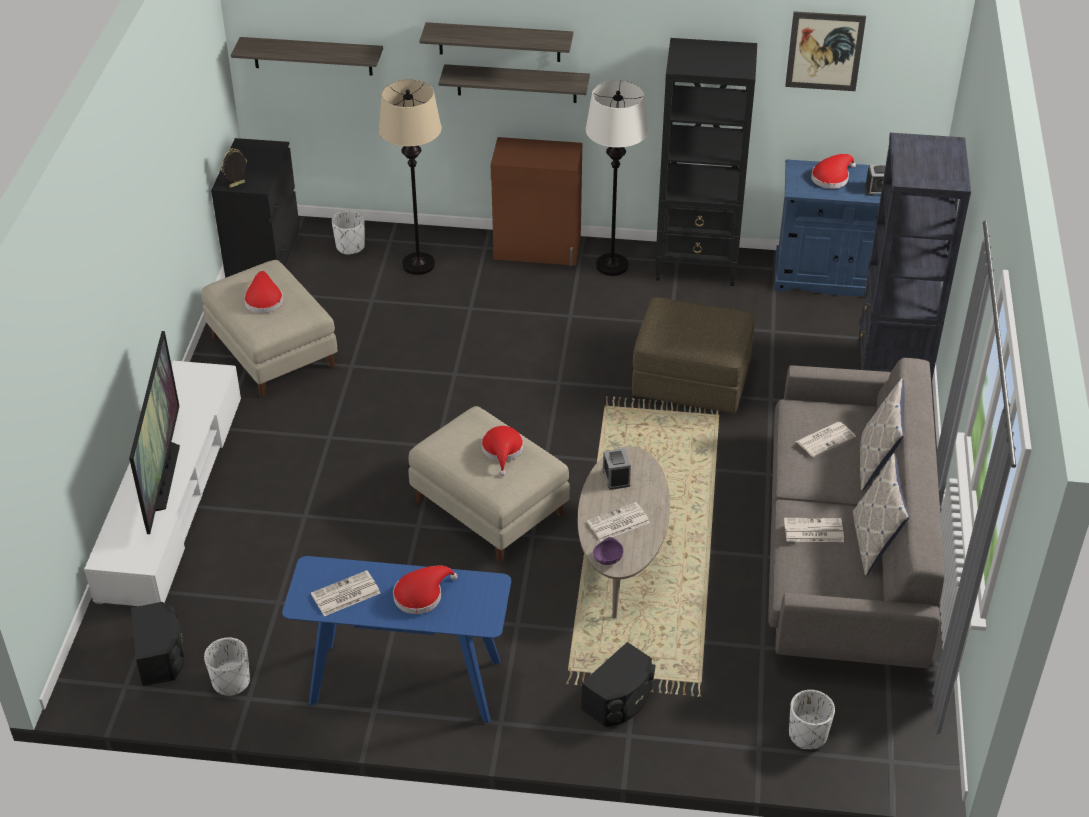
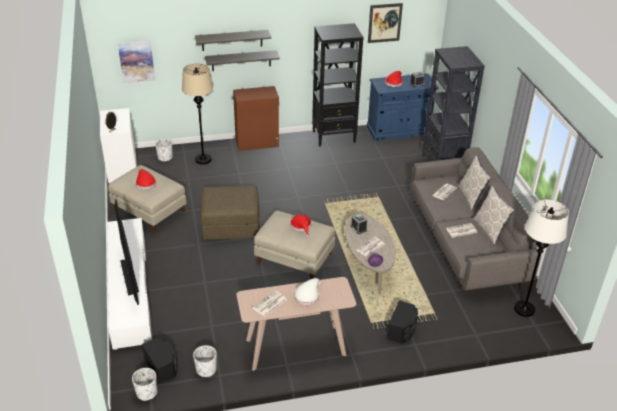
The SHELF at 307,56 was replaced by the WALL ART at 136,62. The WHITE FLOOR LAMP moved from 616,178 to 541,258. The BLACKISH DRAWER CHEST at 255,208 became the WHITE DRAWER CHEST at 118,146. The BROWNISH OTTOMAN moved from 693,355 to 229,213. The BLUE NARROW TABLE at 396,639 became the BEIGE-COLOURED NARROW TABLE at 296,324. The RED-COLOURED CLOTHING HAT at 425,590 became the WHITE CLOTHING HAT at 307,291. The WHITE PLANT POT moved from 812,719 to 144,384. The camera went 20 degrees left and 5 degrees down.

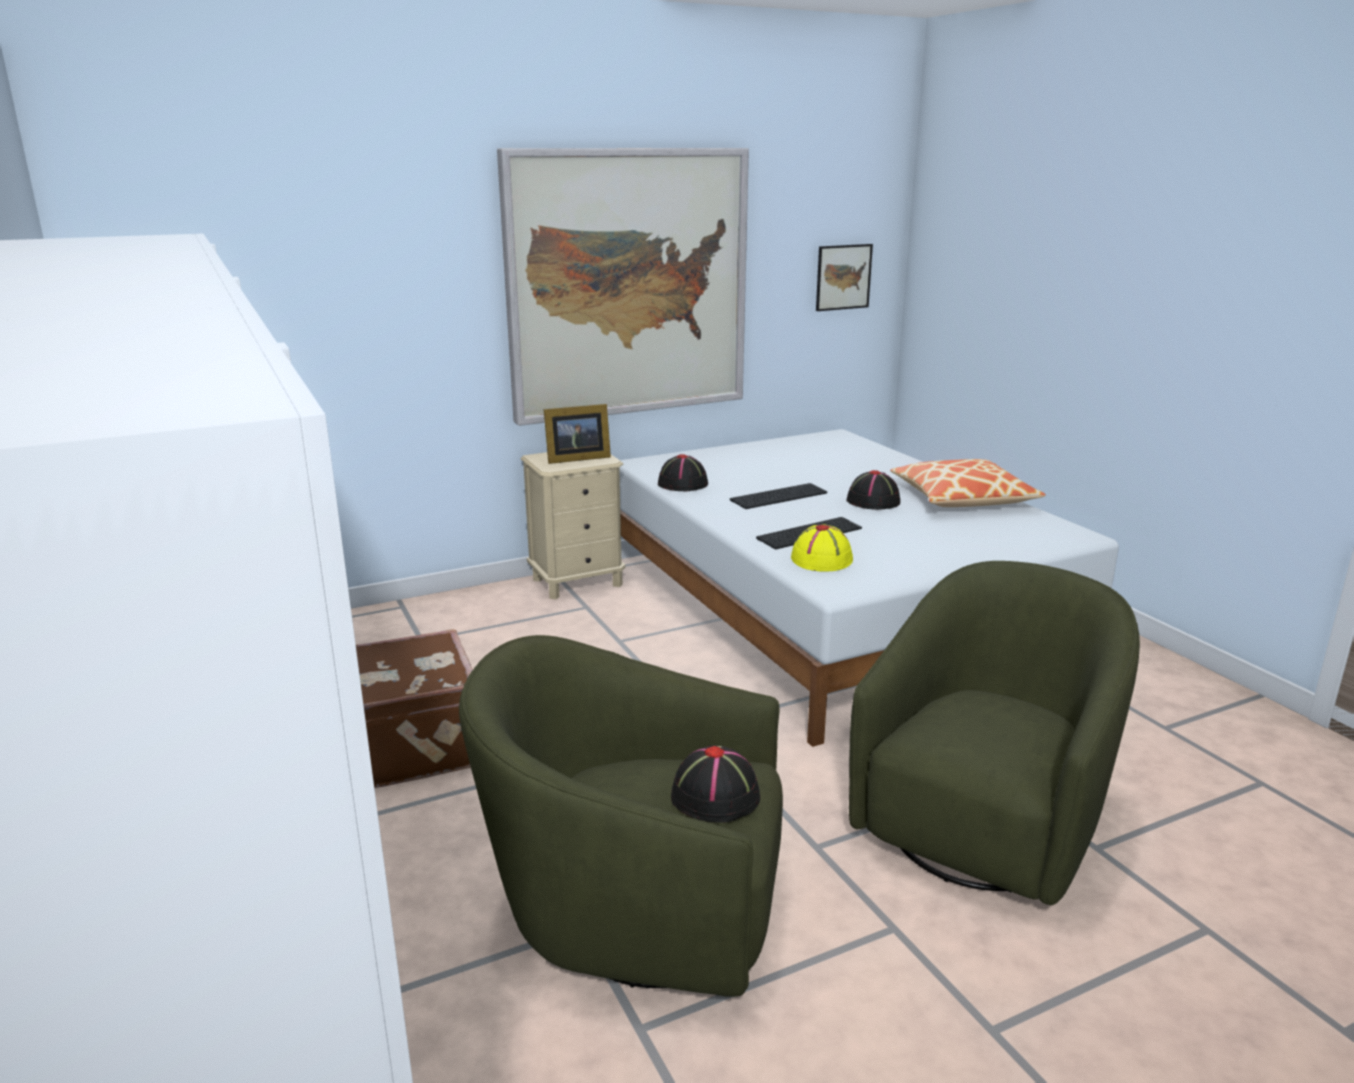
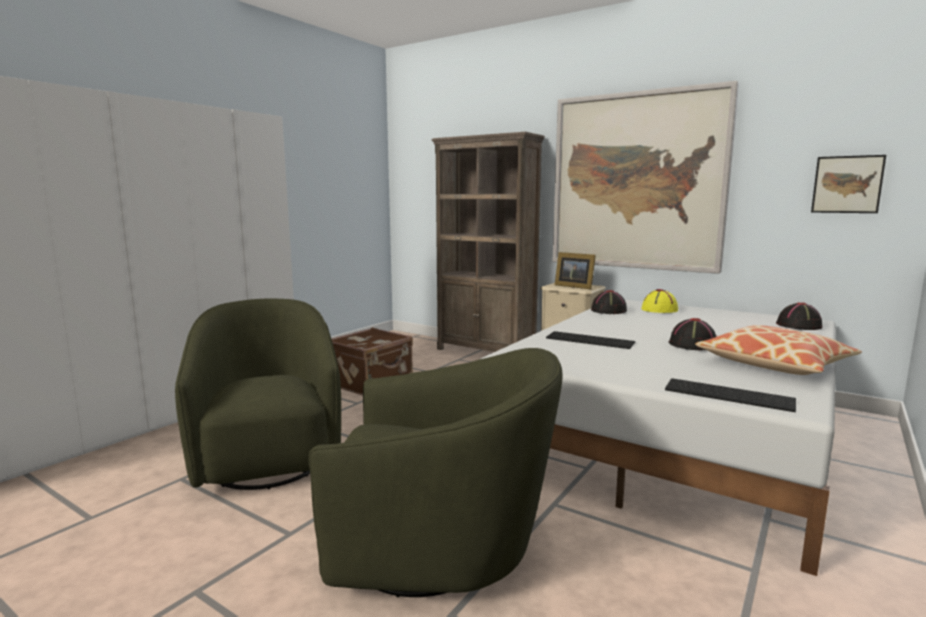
The COMPUTER KEYBOARD moved from 778,496 to 730,395. The YELLOW-COLOURED CLOTHING HAT moved from 822,548 to 659,301. The BLACKISH CLOTHING HAT moved from 715,784 to 799,316. The BROWNISH BOOKSHELF at 488,242 appeared. The camera went 60 degrees right and 10 degrees down.

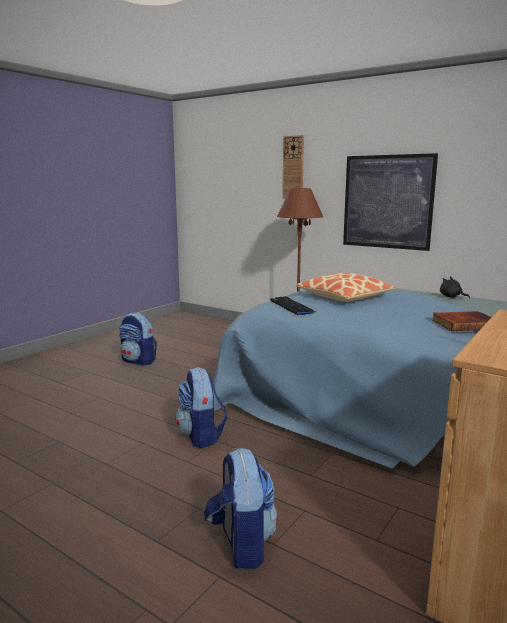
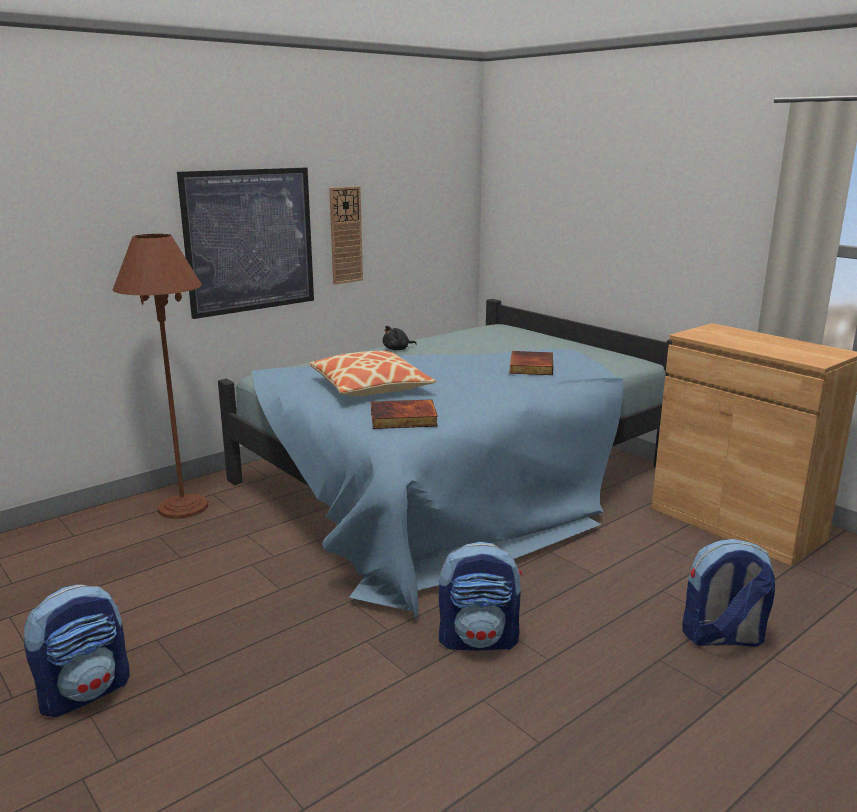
The WALL CLOCK moved from 293,167 to 346,235. The COMPUTER KEYBOARD at 292,305 was replaced by the BOUND BOOK at 404,414. The camera went 75 degrees left and 5 degrees up.

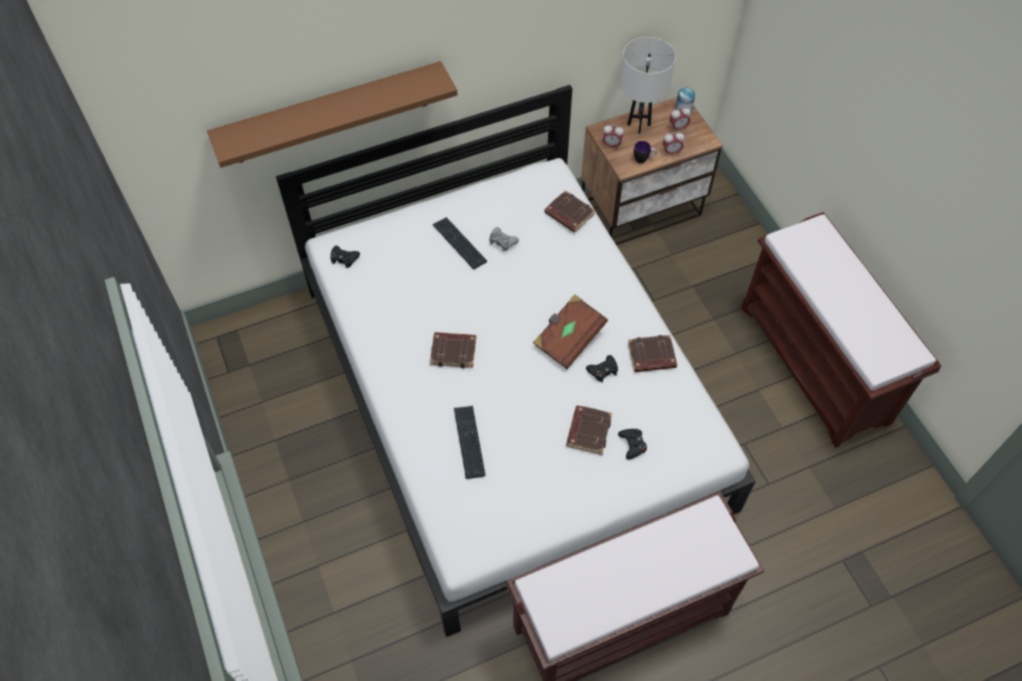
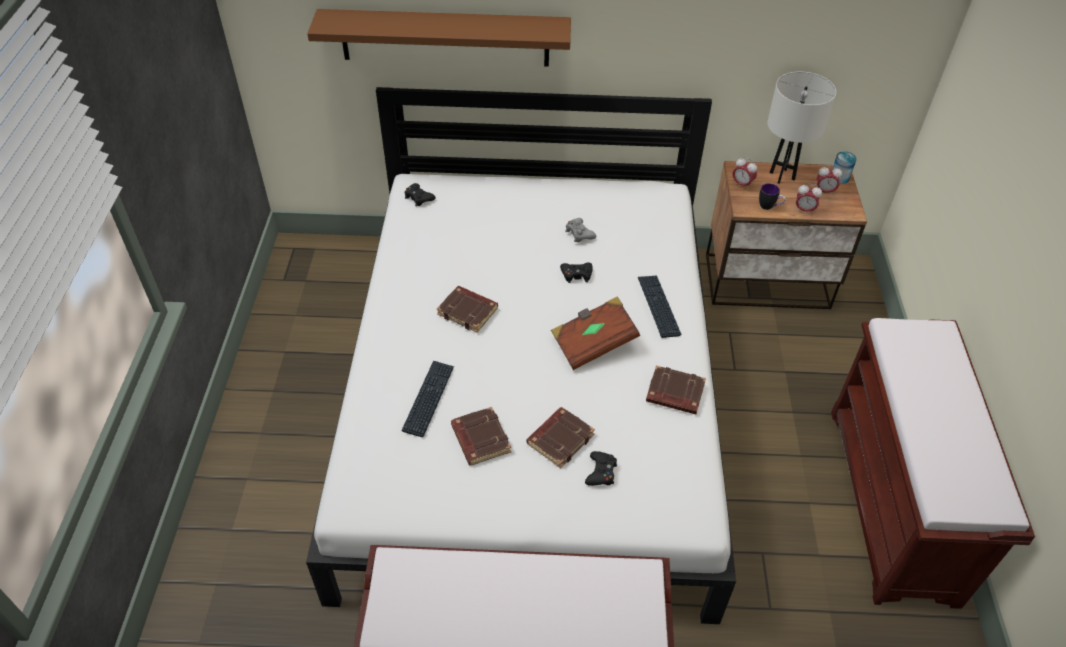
The BROWNISH BOUND BOOK moved from 570,211 to 481,436. The COMPUTER KEYBOARD moved from 459,243 to 660,306. The BLACKISH JOYPAD moved from 602,368 to 576,273. The camera went 25 degrees right and 10 degrees down.

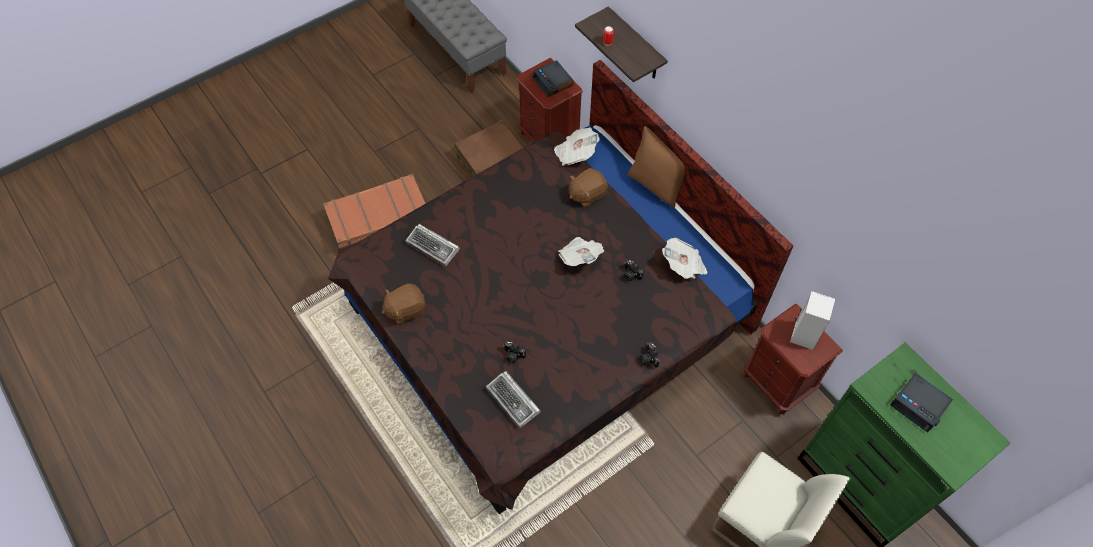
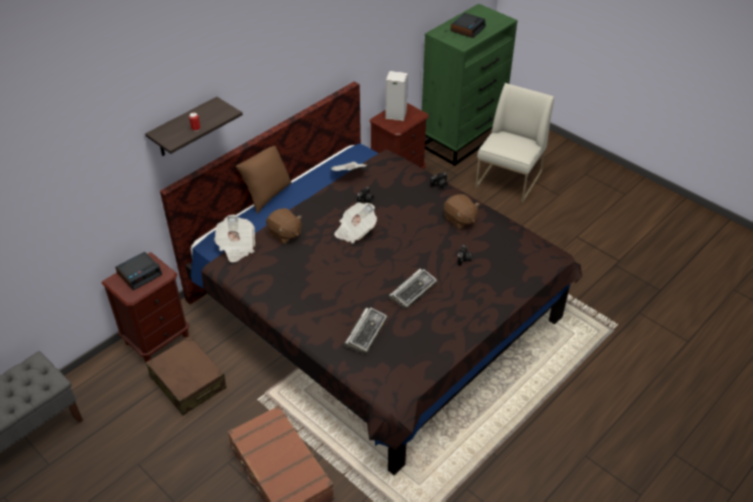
The BROWNISH PLUSH TOY moved from 404,304 to 462,211. The COMPUTER KEYBOARD moved from 513,399 to 413,289. The camera went 100 degrees left and 15 degrees down.

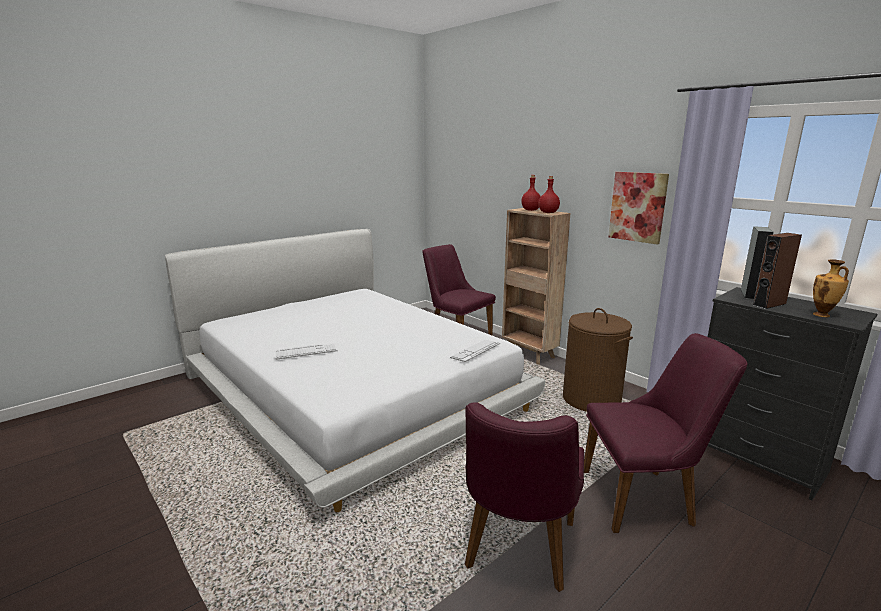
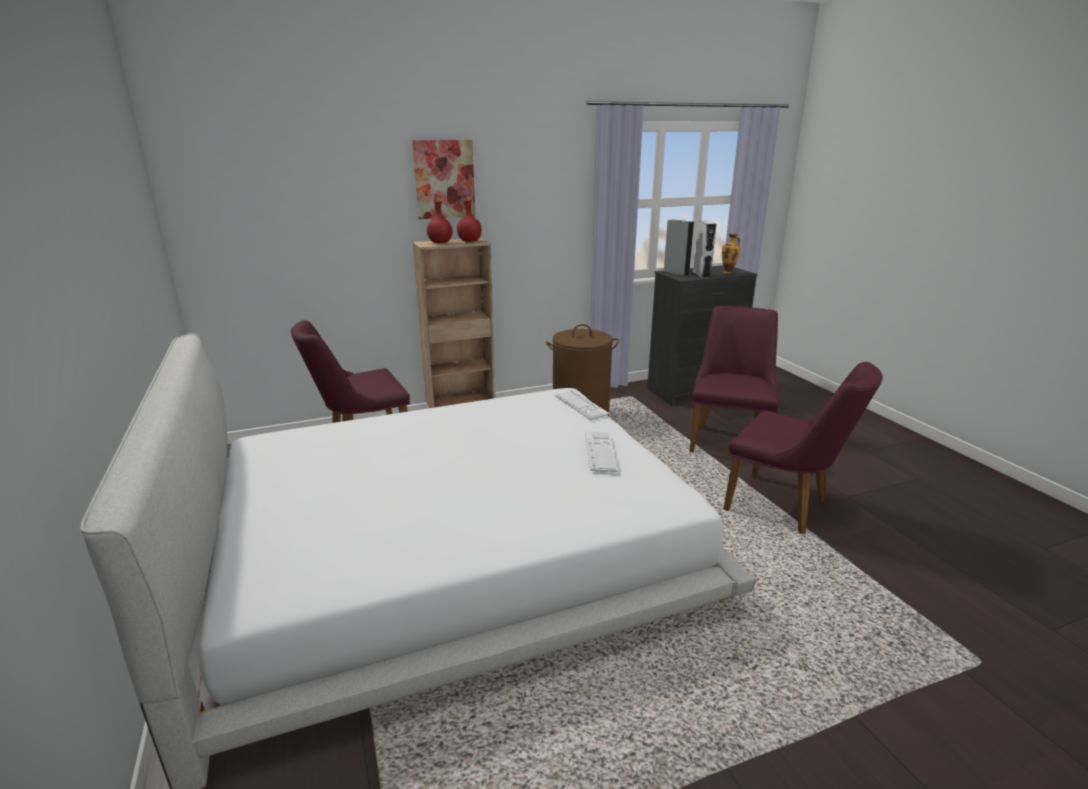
The WALL ART moved from 638,208 to 444,179. The BROWNISH SPEAKER at 777,271 became the GREYISH SPEAKER at 704,249. The COMPUTER KEYBOARD moved from 306,351 to 601,451. The camera went 70 degrees left and 5 degrees up.

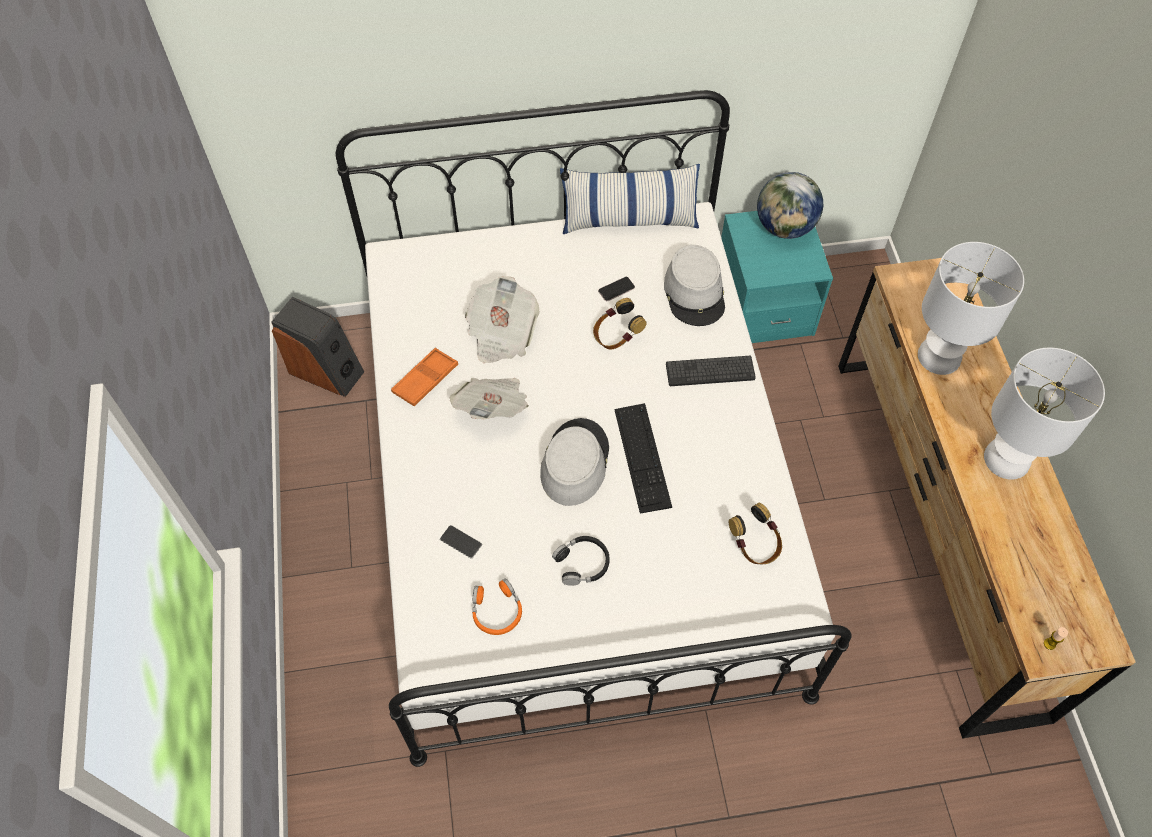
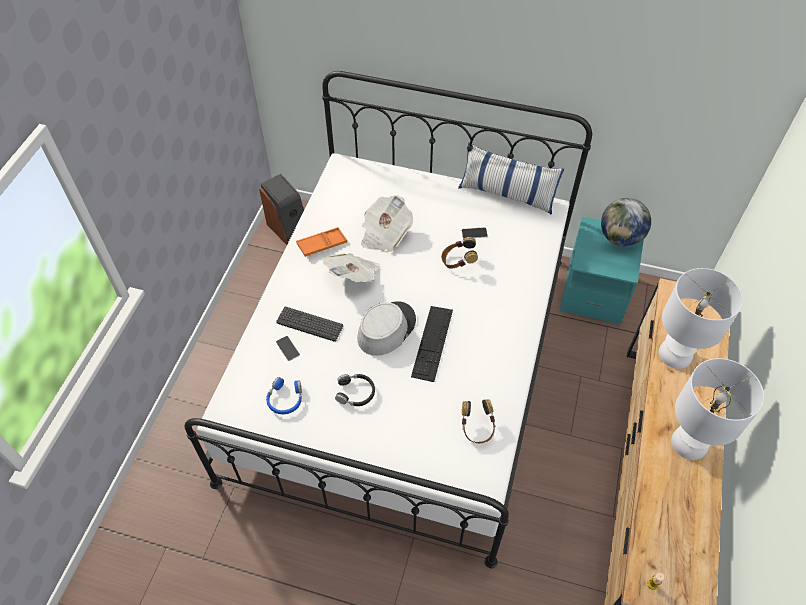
The GREYISH CLOTHING HAT at 694,285 disappeared. The COMPUTER KEYBOARD moved from 711,371 to 309,324. The ORANGE-COLOURED HEADPHONES at 497,606 became the BLUE HEADPHONES at 284,395. The camera went 25 degrees right and 5 degrees down.

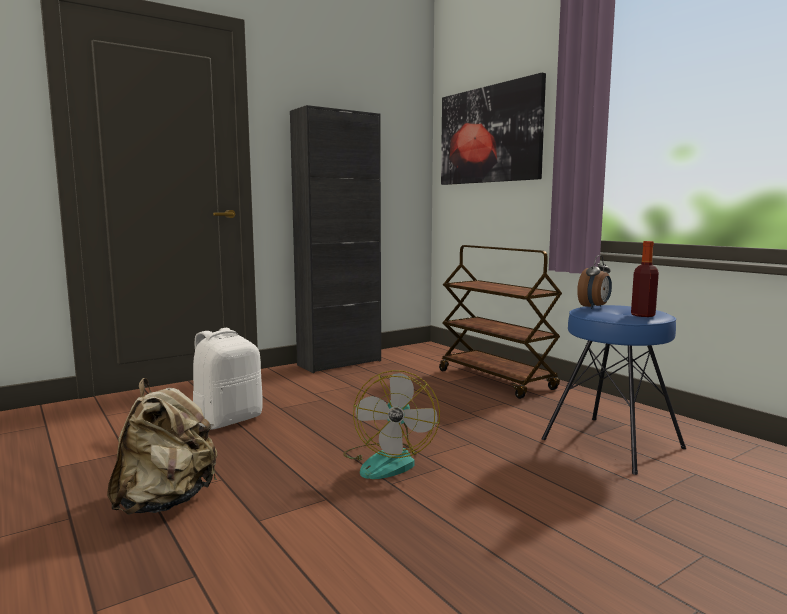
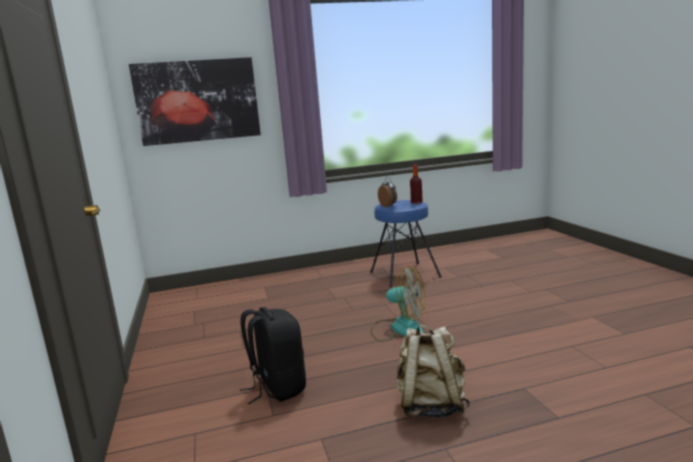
The BLACKISH CABINET at 335,239 disappeared. The BROWNISH CART at 500,322 disappeared. The WHITE BACKPACK at 228,378 became the BLACKISH BACKPACK at 273,355. The camera went 70 degrees left and 5 degrees up.

